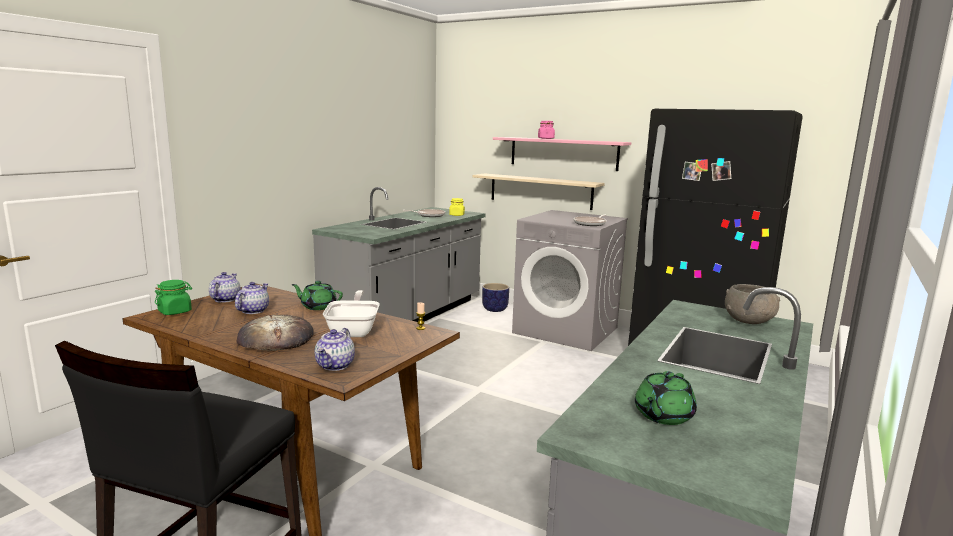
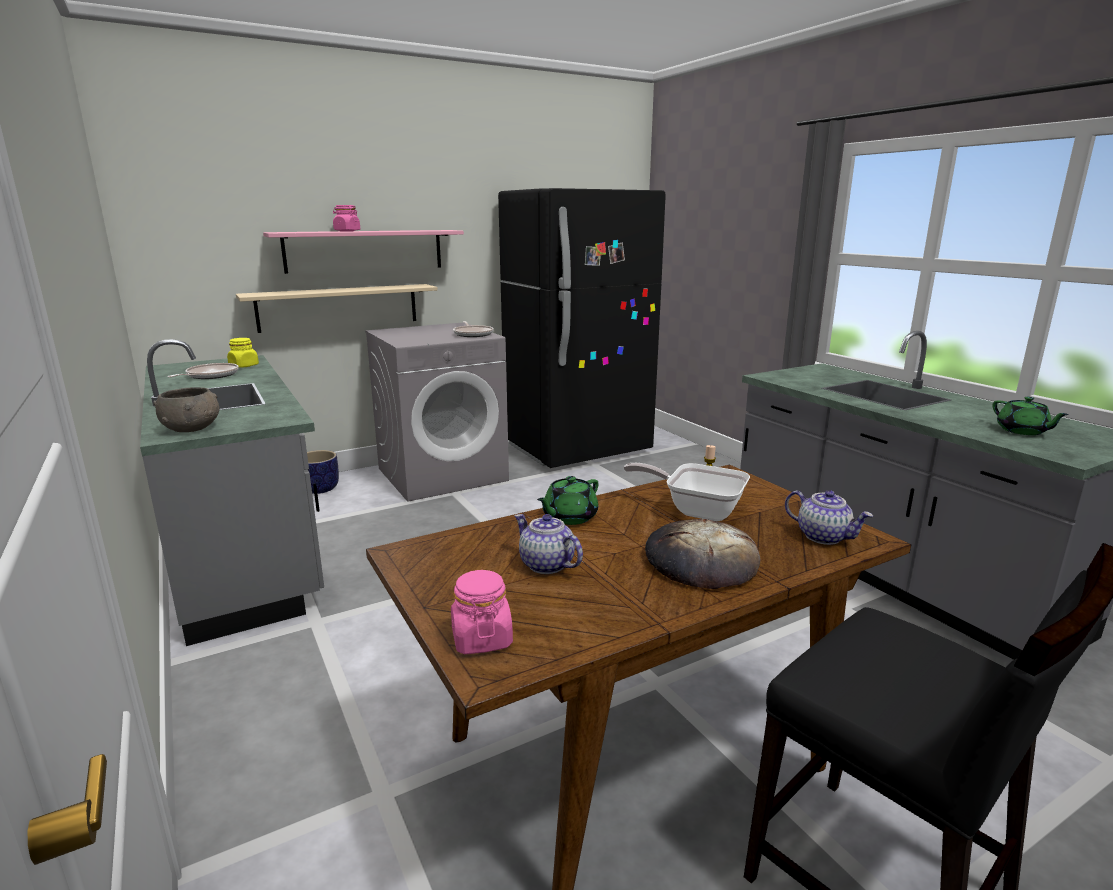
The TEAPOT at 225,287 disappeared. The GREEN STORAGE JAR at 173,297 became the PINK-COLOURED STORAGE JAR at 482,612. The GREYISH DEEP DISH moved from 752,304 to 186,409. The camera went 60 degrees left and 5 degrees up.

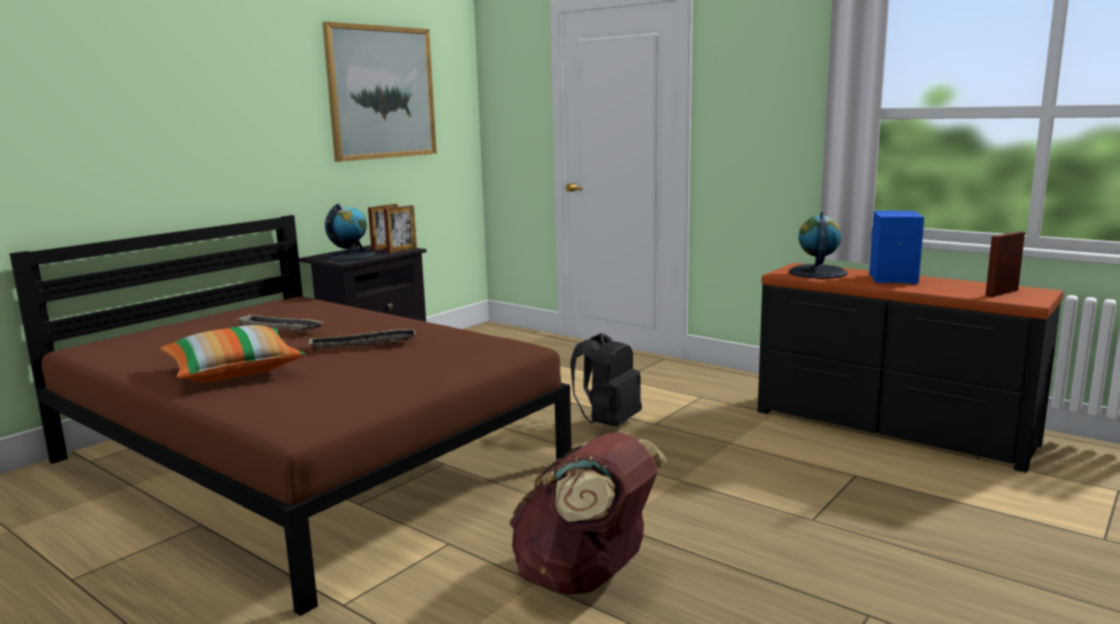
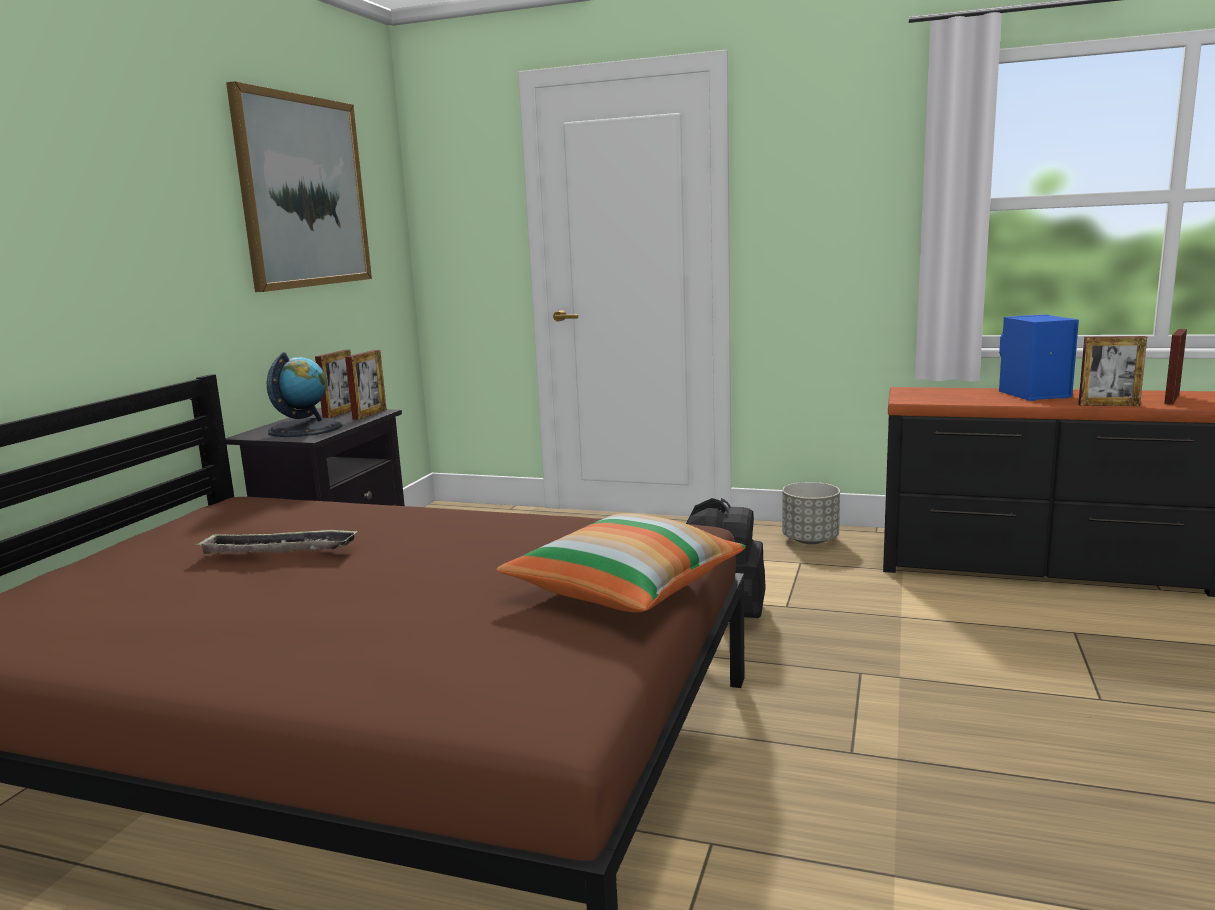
The WORLD GLOBE at 818,245 disappeared. The CUSHION moved from 232,353 to 621,563. The CARRYING TRAY at 361,340 disappeared. The BROWNISH BACKPACK at 588,513 disappeared. The PICTURE FRAME at 1112,371 appeared. The GREYISH PLANT POT at 811,513 appeared. The camera went 20 degrees left and 0 degrees up.

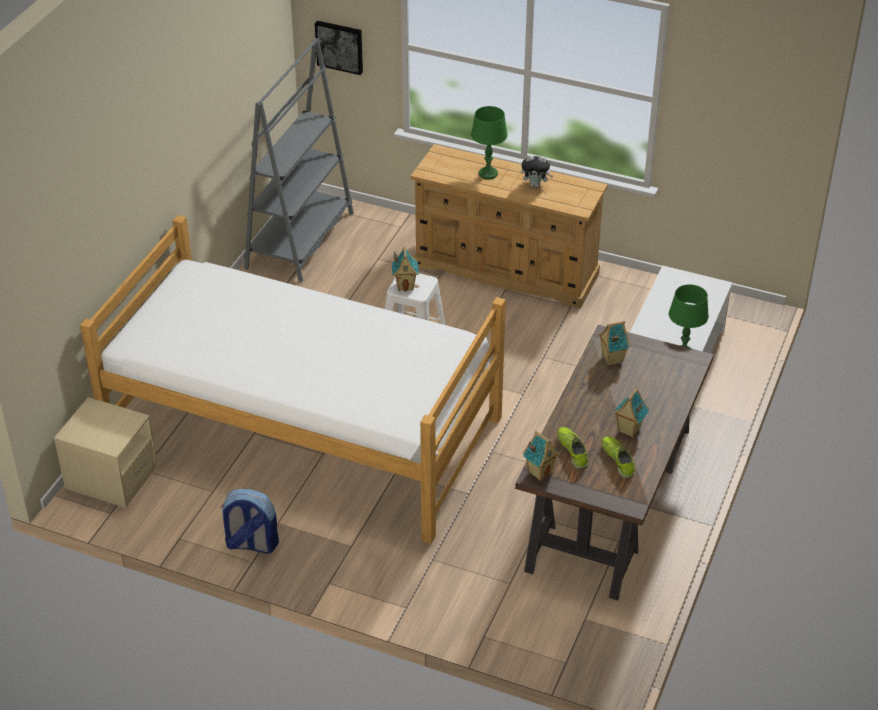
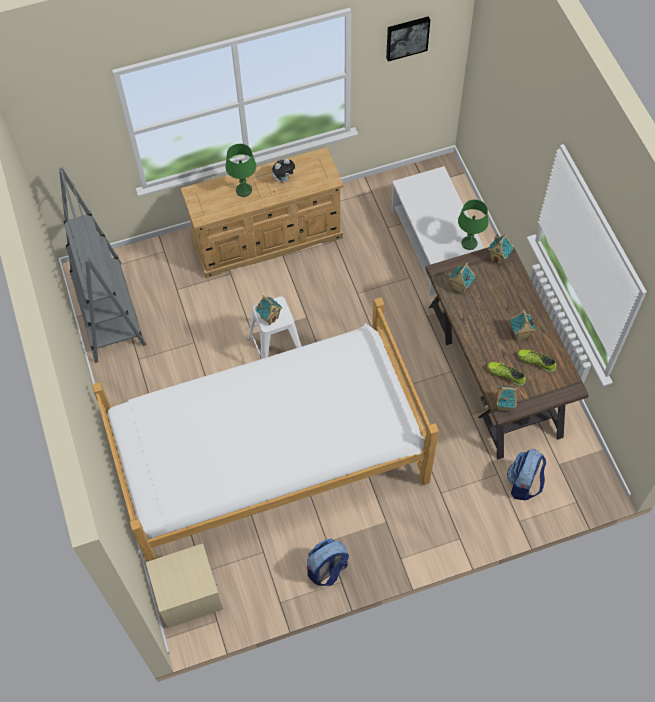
The WALL ART moved from 339,48 to 408,39. The MINIATURE HOUSE at 501,249 appeared. The BACKPACK at 526,474 appeared. The camera went 40 degrees left and 20 degrees up.

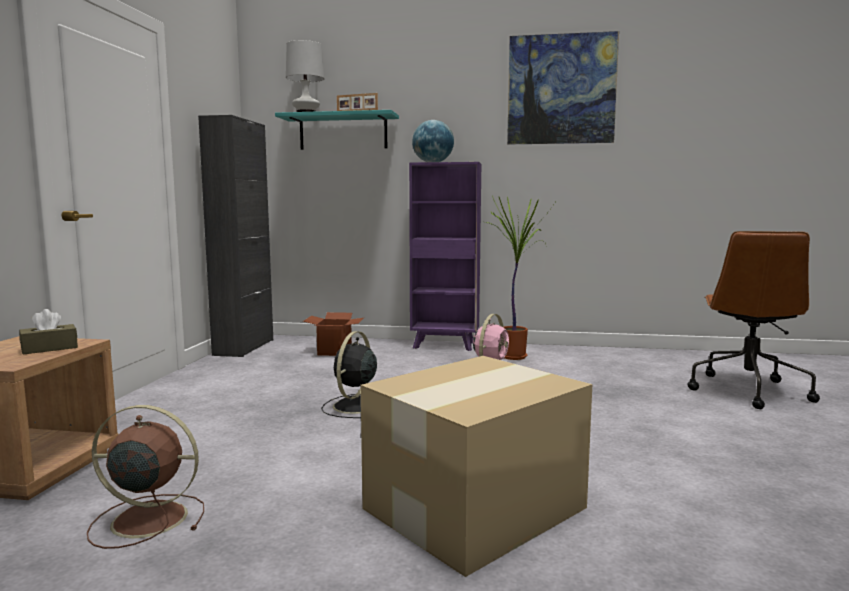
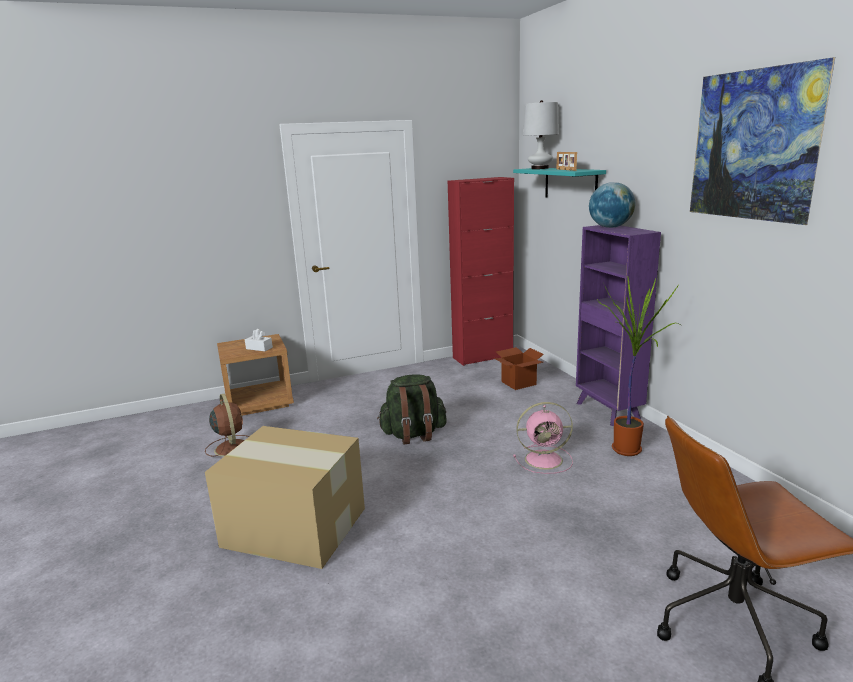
The BLACKISH CABINET at 235,236 became the RED-COLOURED CABINET at 481,271. The BROWNISH TISSUE HOLDER at 48,332 became the WHITE TISSUE HOLDER at 259,340. The BLACKISH COOLING FAN at 349,374 was replaced by the GREEN BACKPACK at 412,409. The camera went 60 degrees right and 10 degrees up.

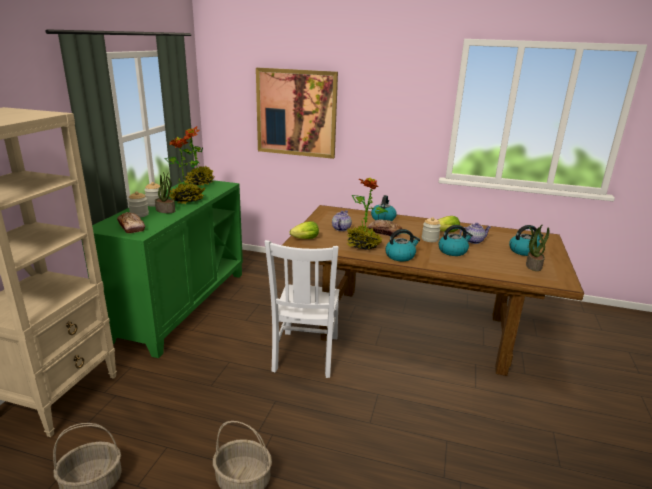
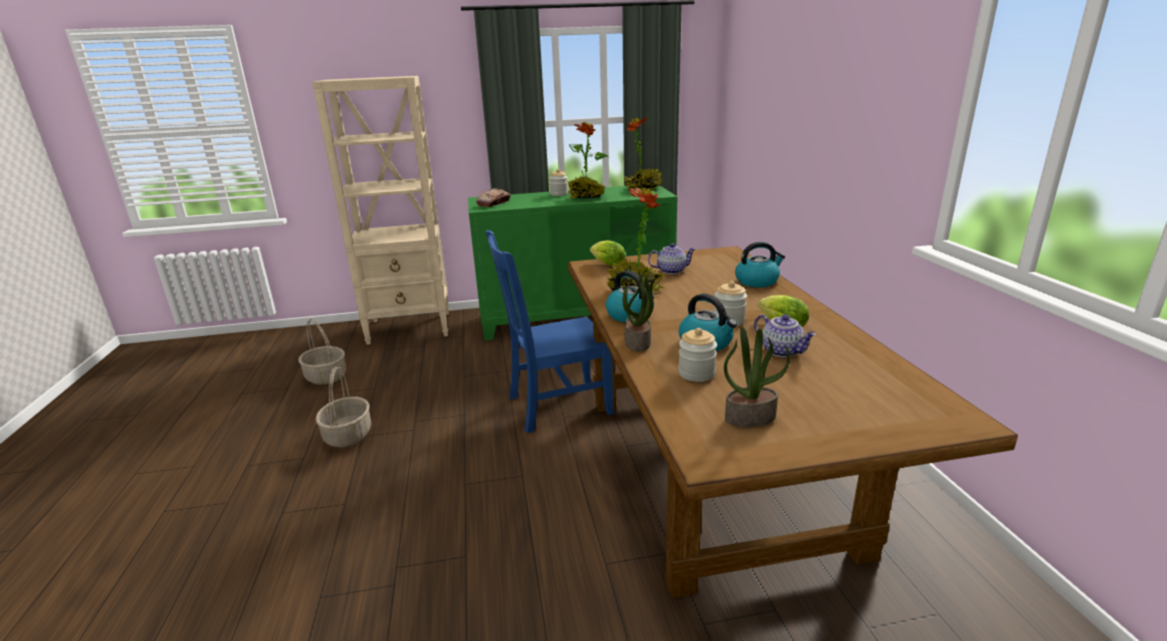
The WALL ART at 297,113 disappeared. The HOUSEPLANT moved from 165,192 to 641,311. The STORAGE JAR moved from 138,204 to 697,355. The BREAD at 385,228 disappeared. The TEA KETTLE at 526,240 disappeared. The WHITE PLAIN CHAIR at 302,309 became the BLUE PLAIN CHAIR at 550,331. The camera went 65 degrees right and 0 degrees up.

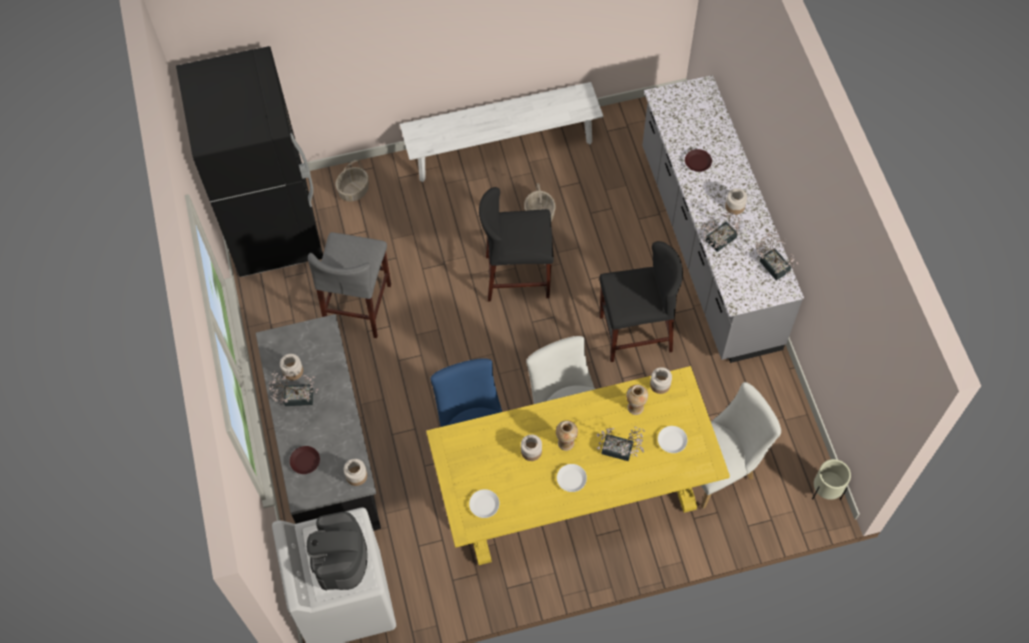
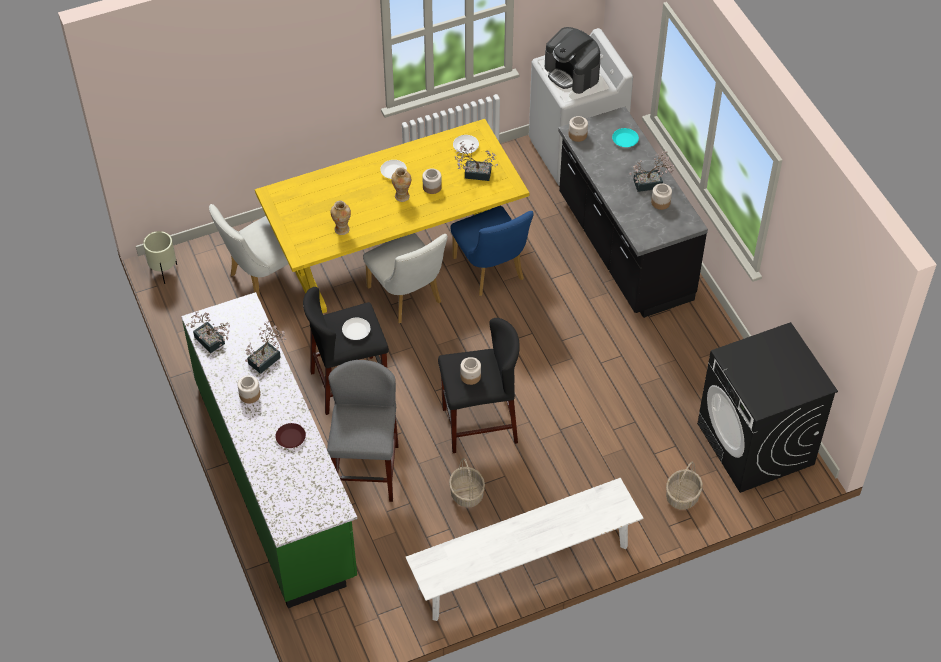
The BLACKISH FRIDGE at 249,161 was replaced by the BLACKISH WASHING MACHINE at 767,407. The GREYISH COUNTER at 723,219 became the GREEN COUNTER at 269,450. The GREYISH STOOL SEAT moved from 349,285 to 363,431. The STORAGE JAR moved from 661,380 to 470,371. The HOUSEPLANT moved from 621,443 to 476,161. The WHITE FLAT DISH moved from 672,439 to 356,329. The BROWNISH FLAT DISH at 305,460 became the BLUE-GREEN FLAT DISH at 625,137. The COFFEE MAKER at 337,551 turned 150 degrees clockwise. The camera went 170 degrees right and 10 degrees down.

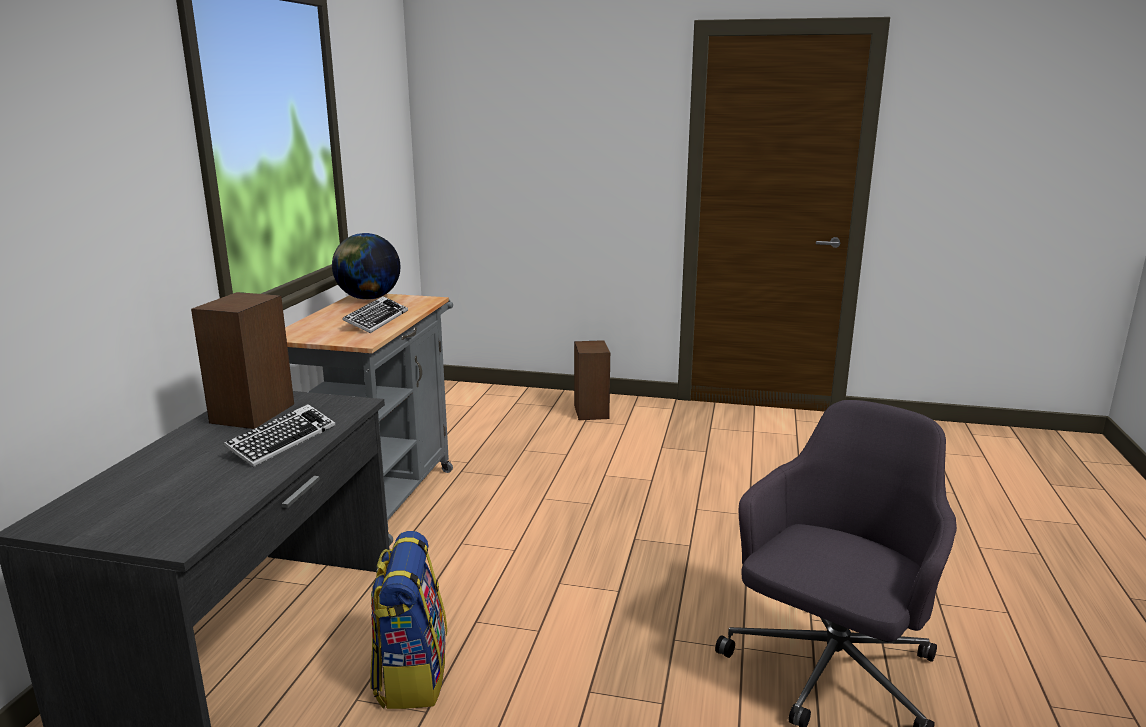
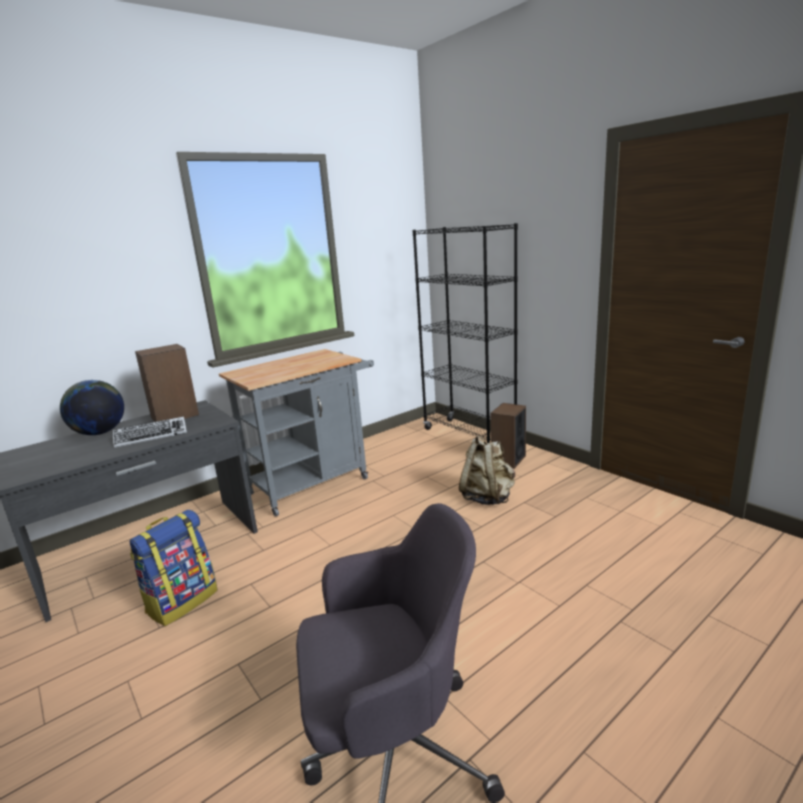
The WORLD GLOBE moved from 366,266 to 92,407. The COMPUTER KEYBOARD at 375,314 disappeared. The BLACKISH BOOKSHELF at 465,333 appeared. The BEIGE-COLOURED BACKPACK at 487,470 appeared. The camera went 40 degrees right and 0 degrees up.

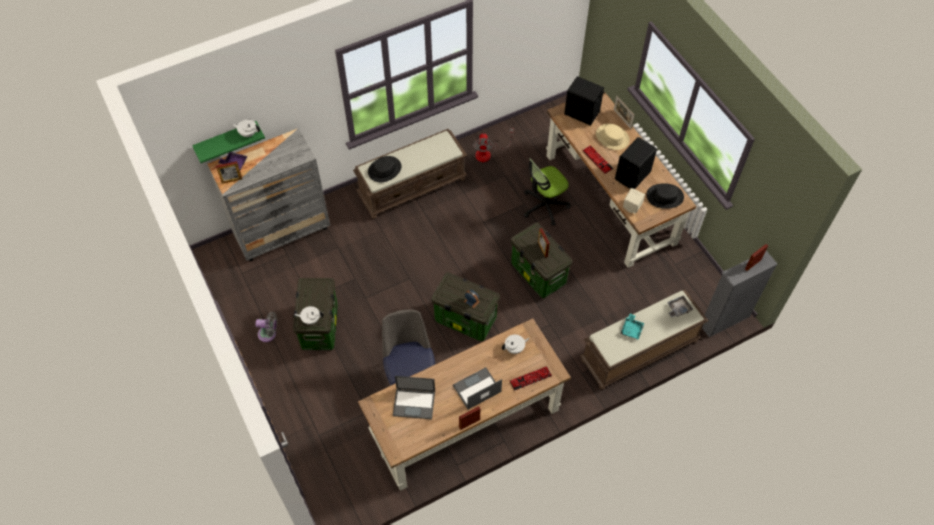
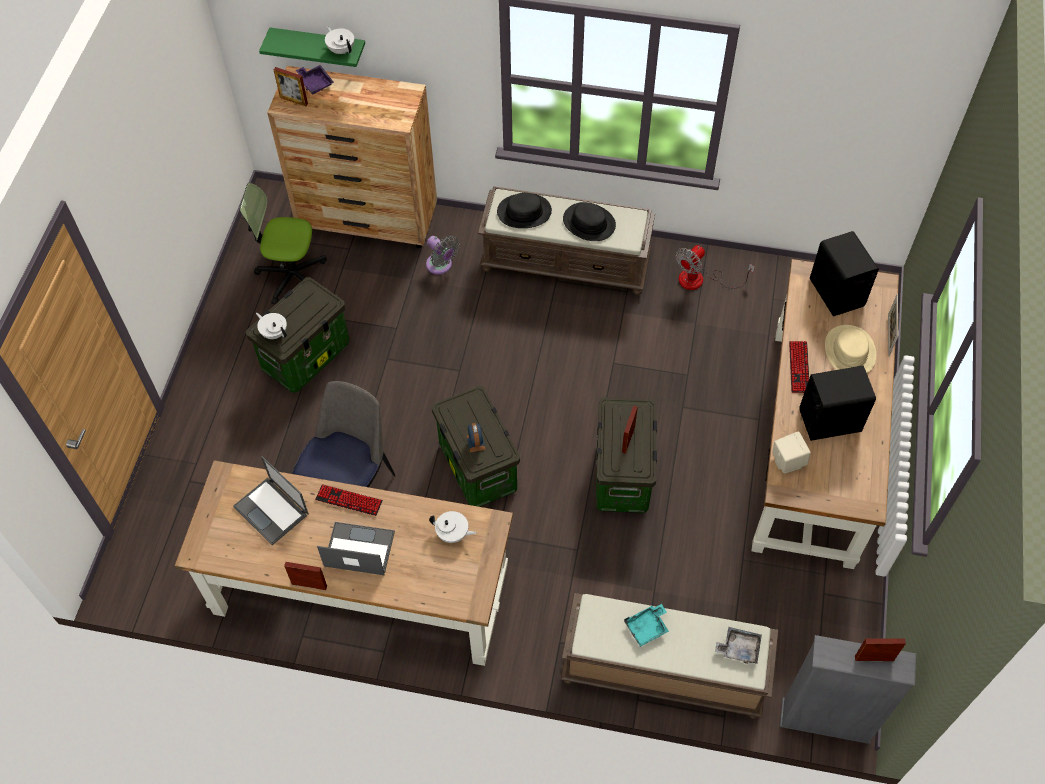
The GREYISH DRAWER CHEST at 268,194 became the BROWNISH DRAWER CHEST at 352,157. The OFFICE CHAIR moved from 547,192 to 283,243. The BLACKISH CLOTHING HAT moved from 665,196 to 589,221. The GREYISH COOLING FAN moved from 266,327 to 442,255. The COMPUTER KEYBOARD moved from 531,378 to 349,500. The camera went 40 degrees right and 0 degrees up.

